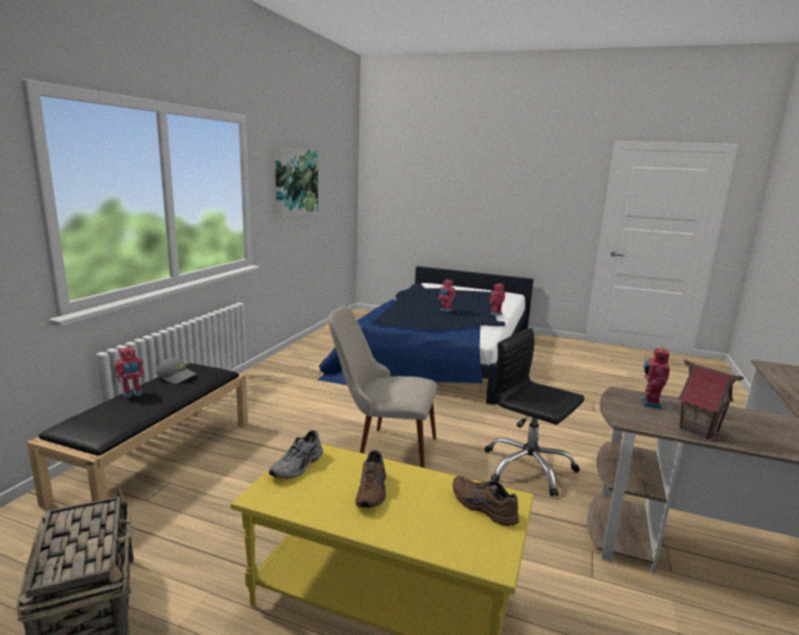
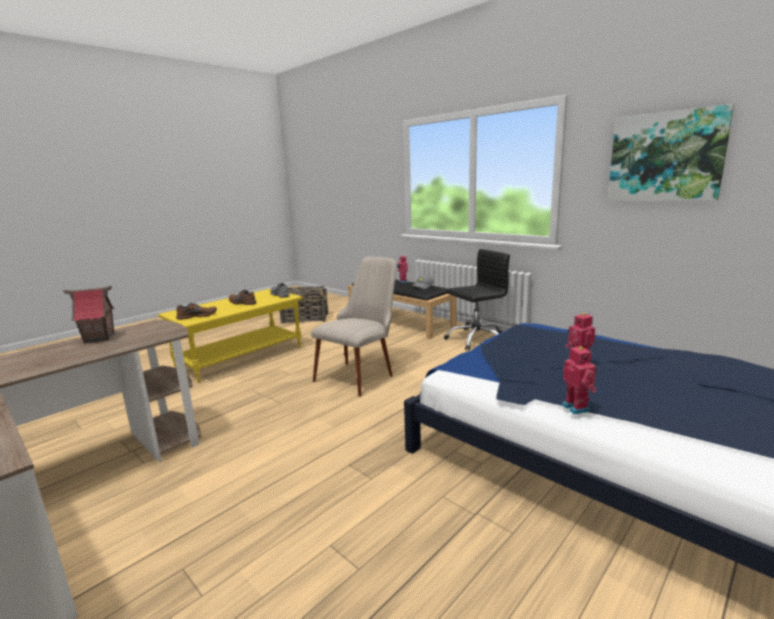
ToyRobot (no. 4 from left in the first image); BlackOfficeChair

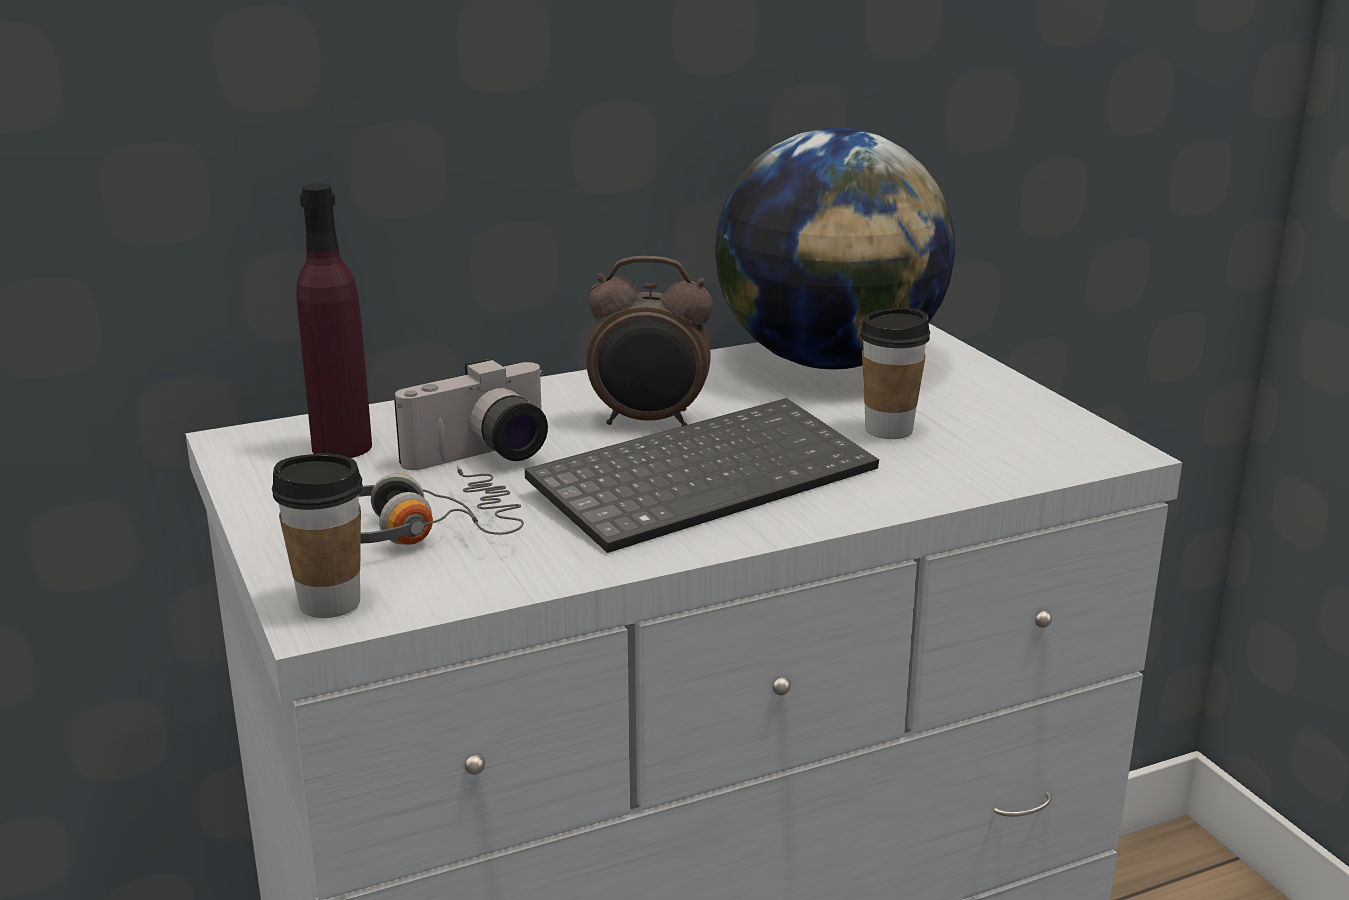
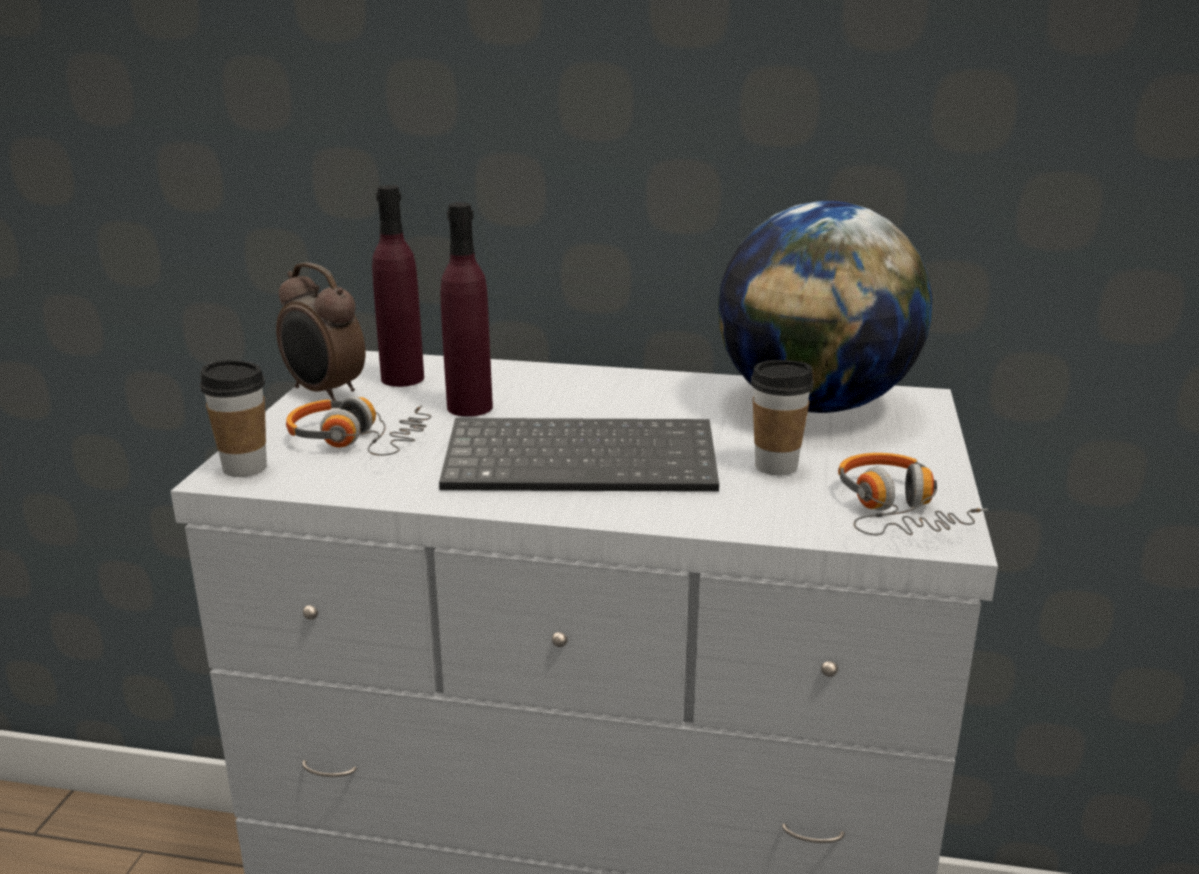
Headphones (no. 2 from left); AlarmClock; PurpleBottle (no. 2 from left)

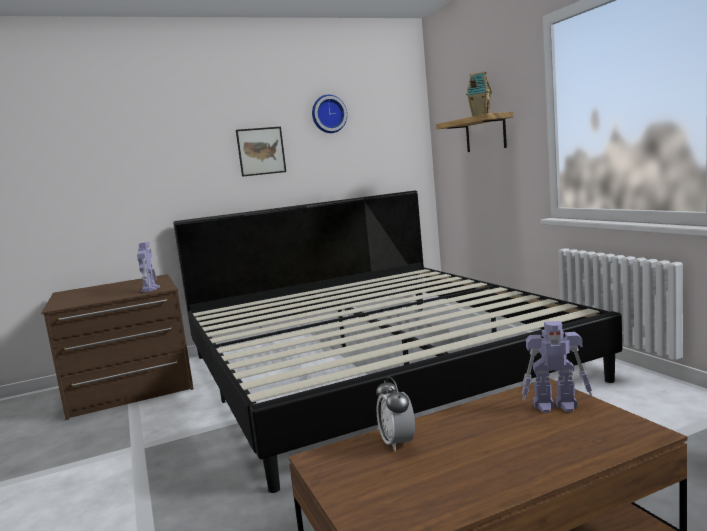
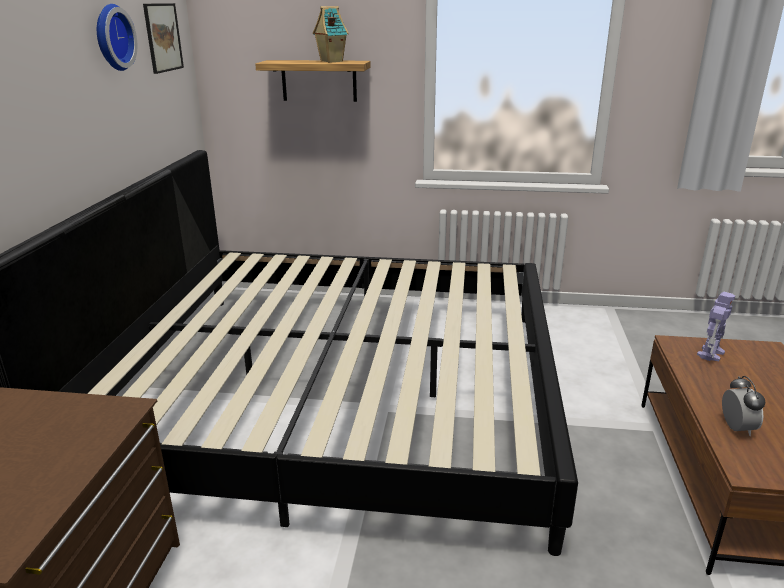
ToyRobot (no. 1 from left in the first image); Picture; AlarmClock

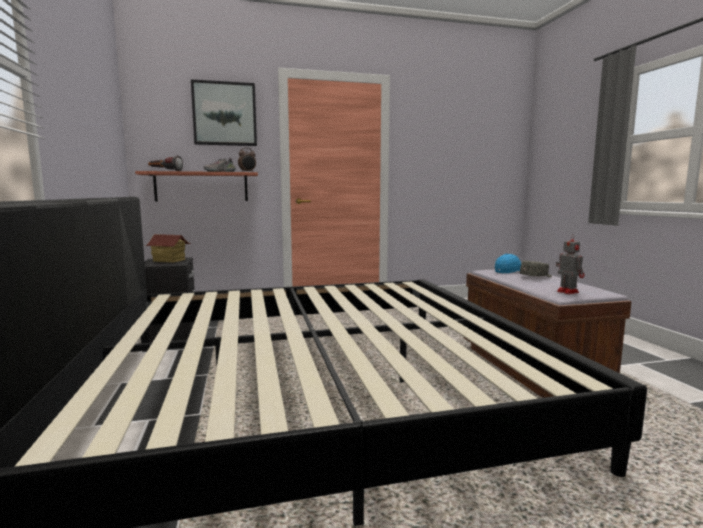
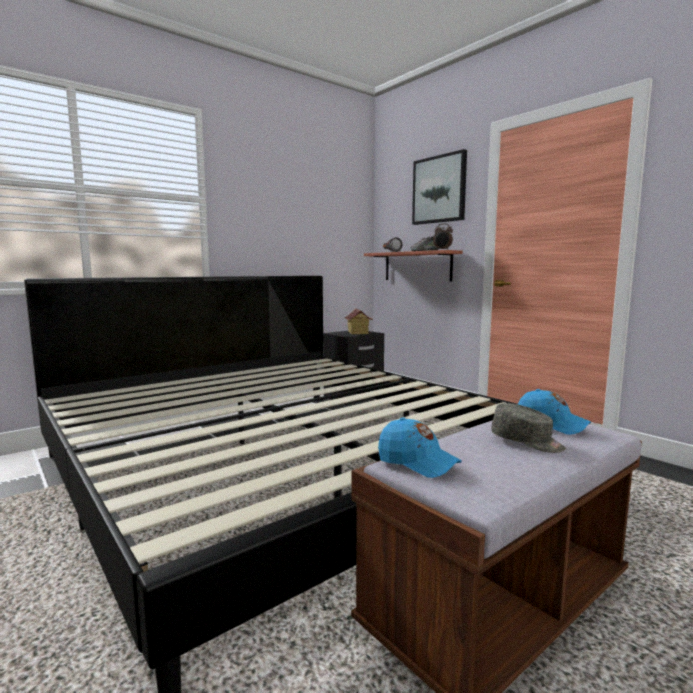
BlueCap (no. 1 from left)

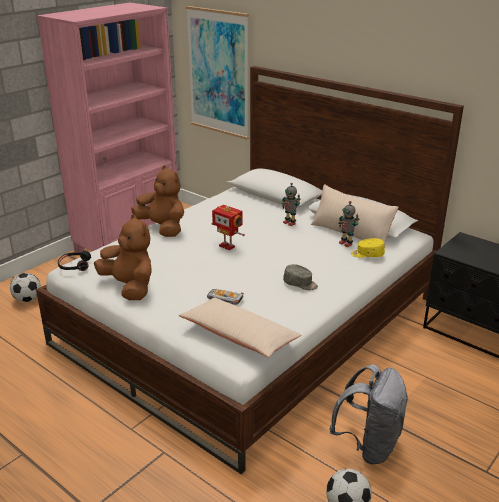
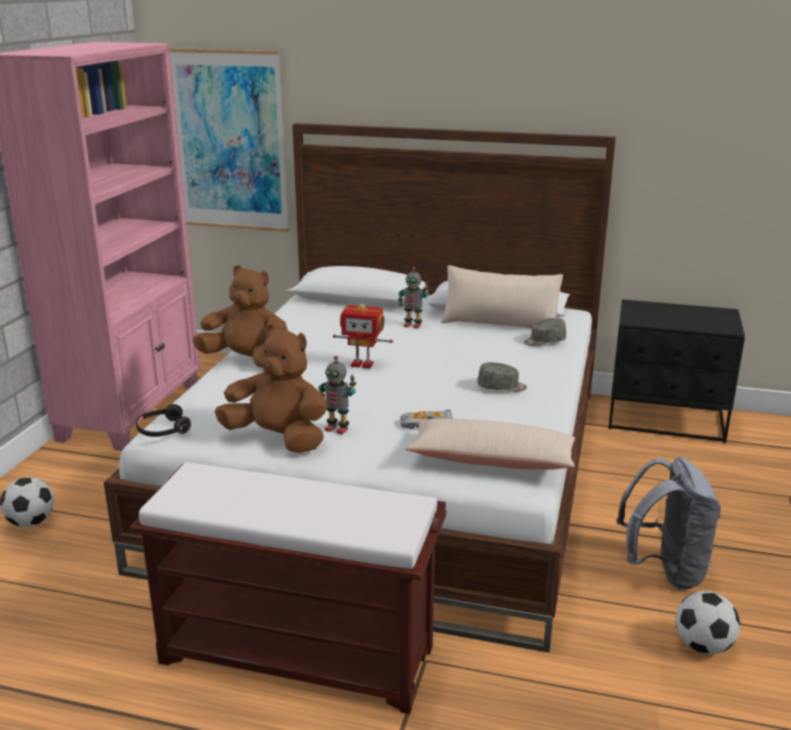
BrownBench; ToyRobot (no. 1 from left); GreyCap (no. 2 from left)

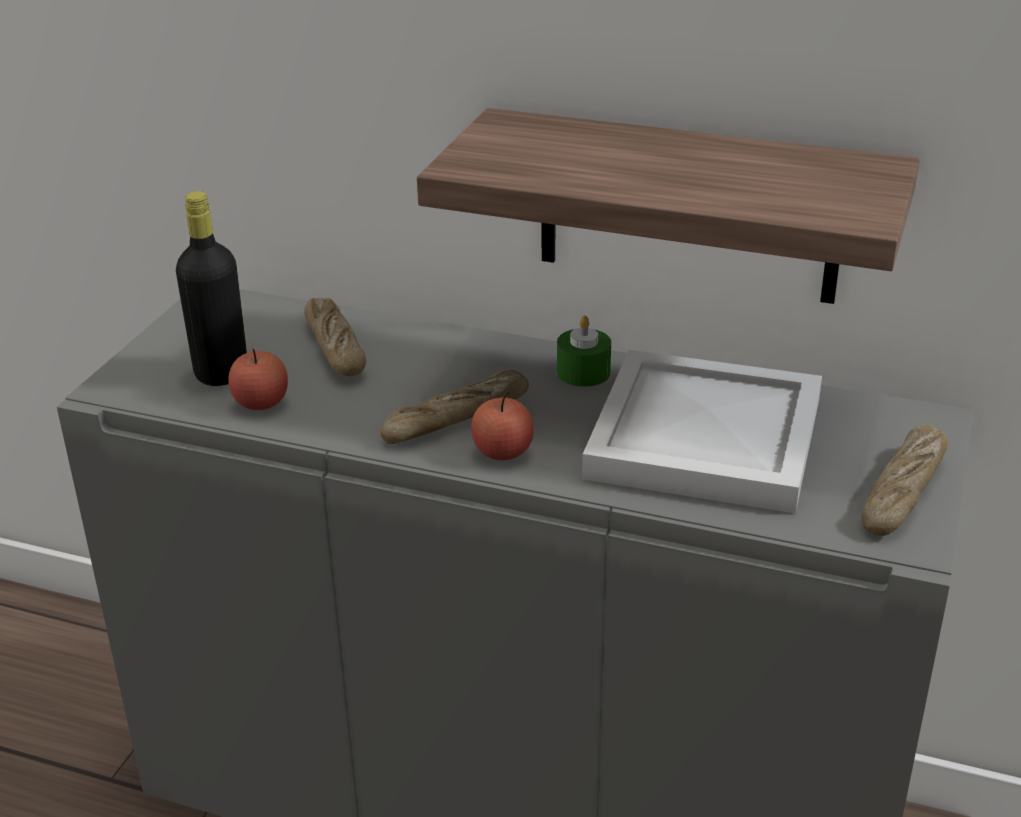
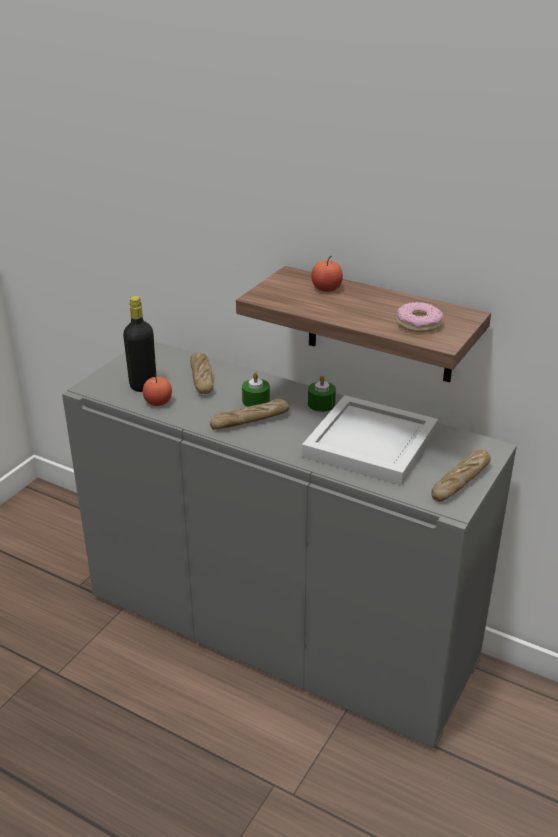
GreenCandle (no. 1 from left); Donut; Apple (no. 2 from left)

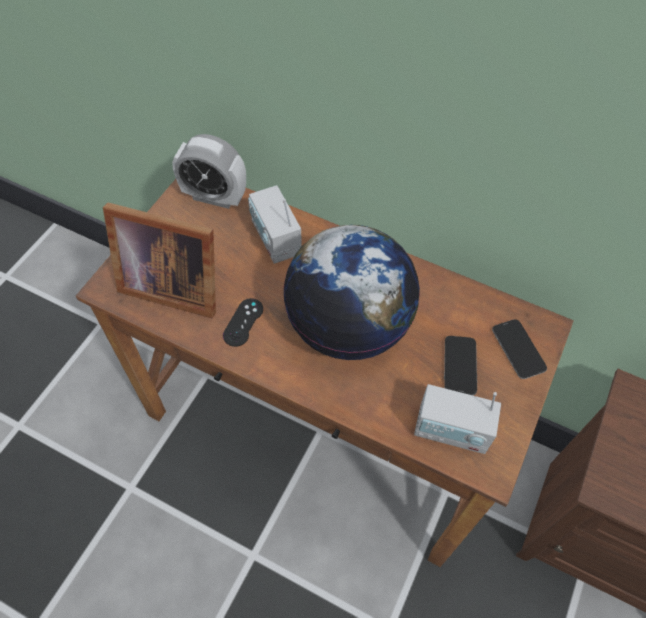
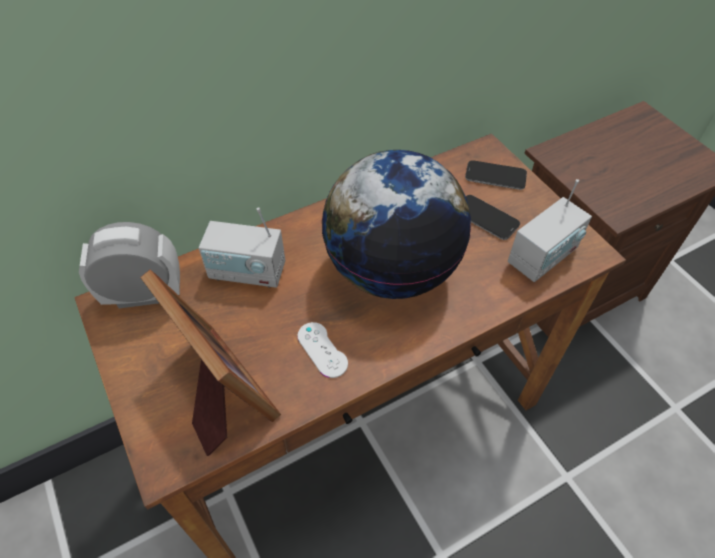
WhiteGameController; PictureFrame; AlarmClock

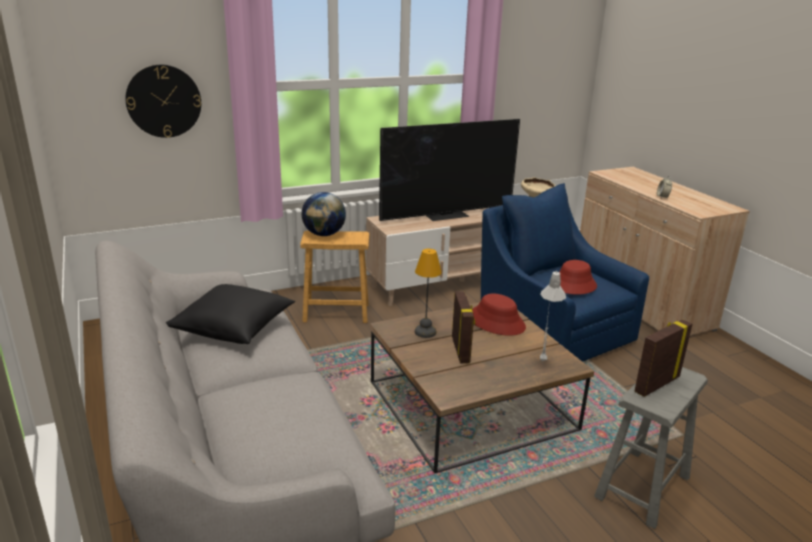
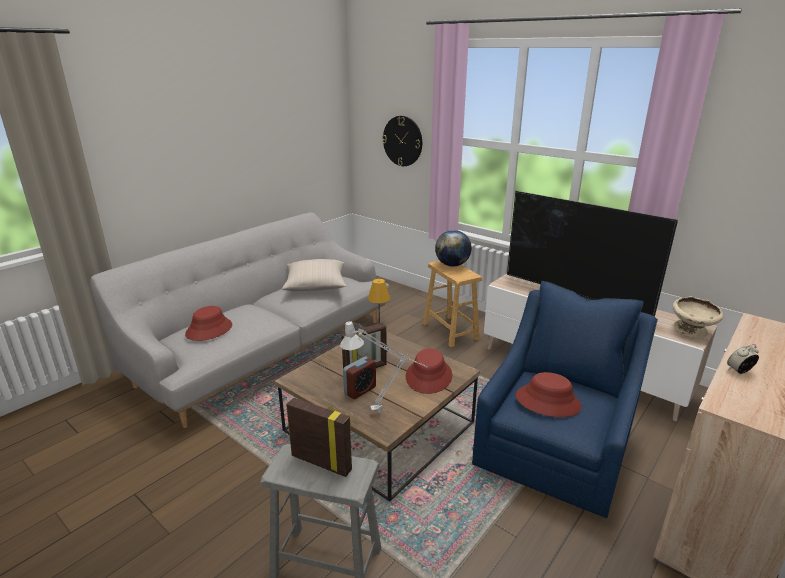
RedHat (no. 1 from left); AlarmClock (no. 1 from left); BeigePillow

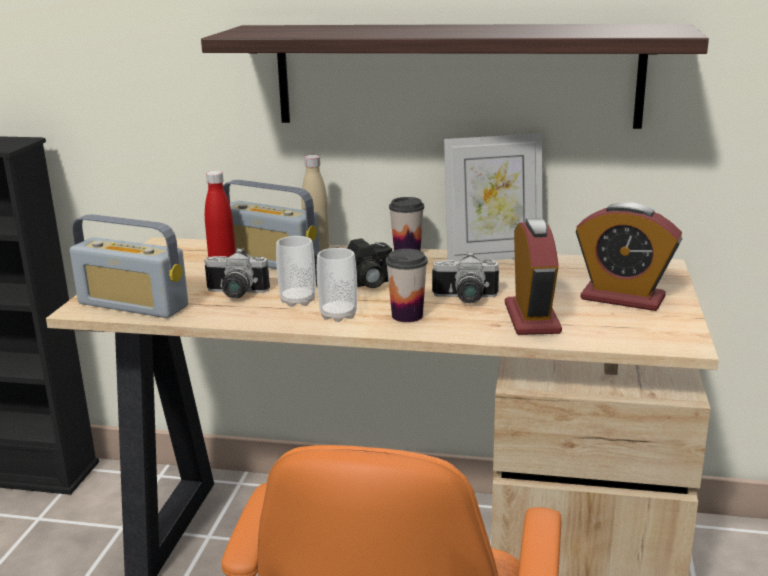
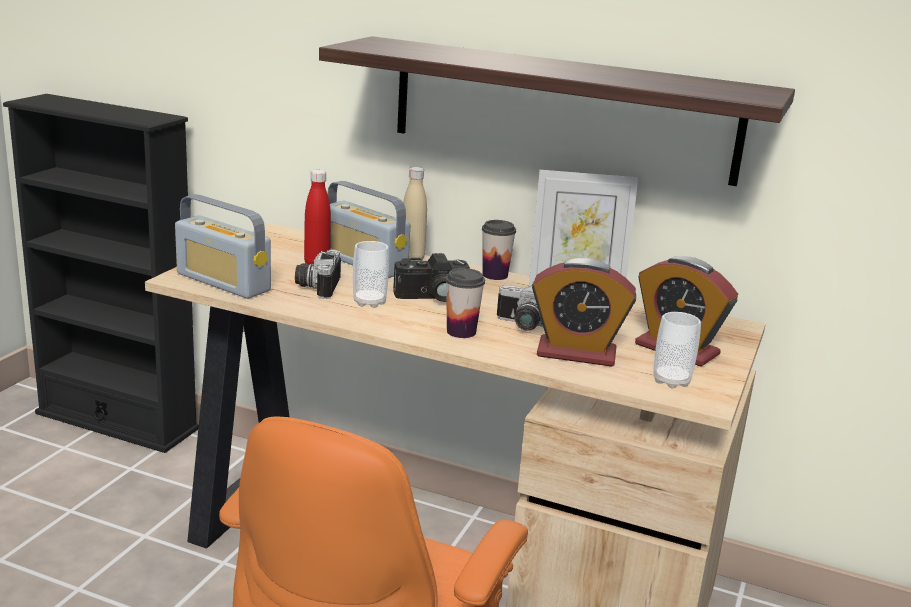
Cup (no. 4 from left); PhotoCamera (no. 1 from left); AlarmClock (no. 1 from left)

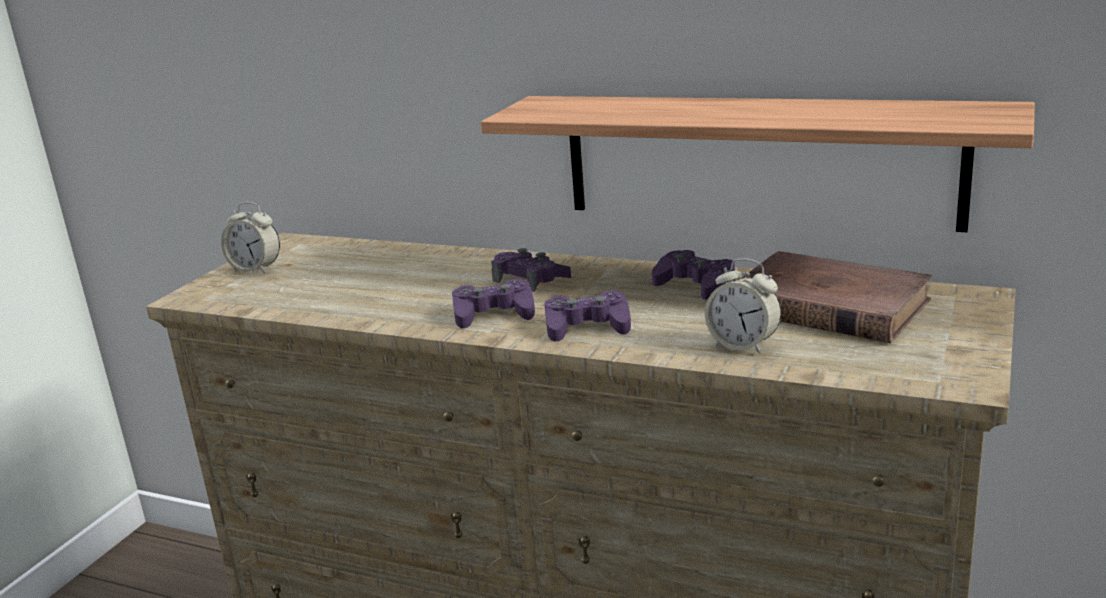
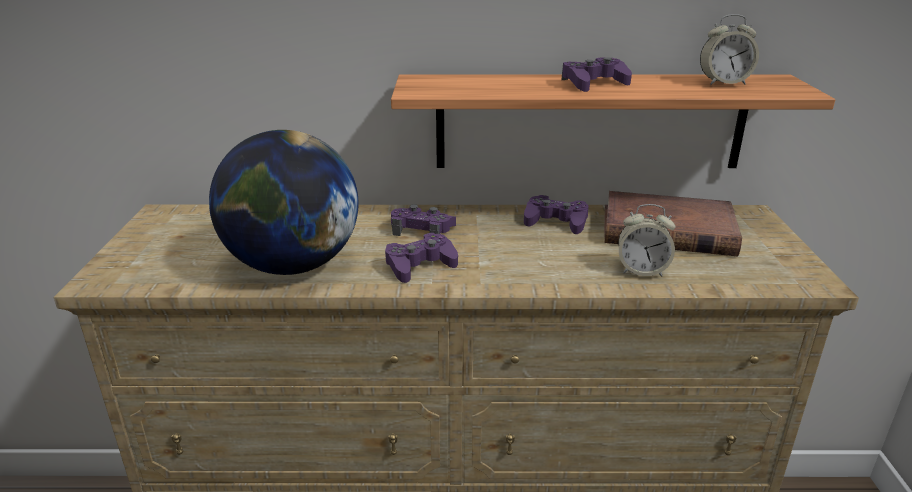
Globe; AlarmClock (no. 2 from left); PurpleGameController (no. 4 from left)

